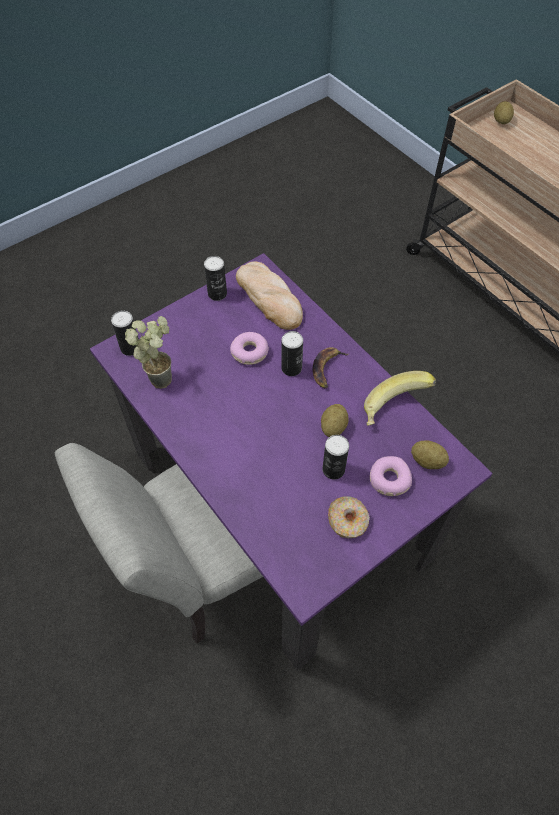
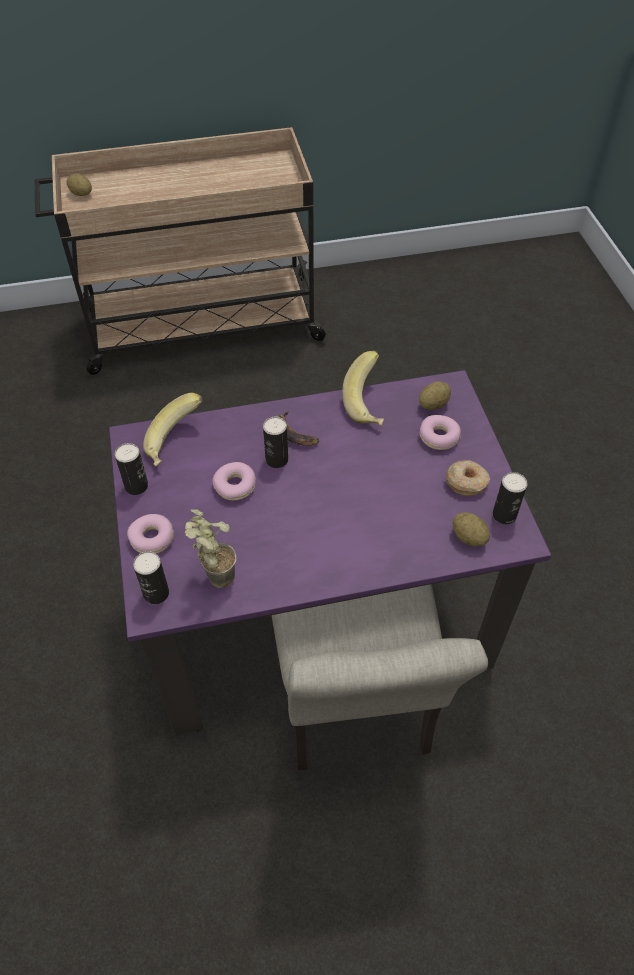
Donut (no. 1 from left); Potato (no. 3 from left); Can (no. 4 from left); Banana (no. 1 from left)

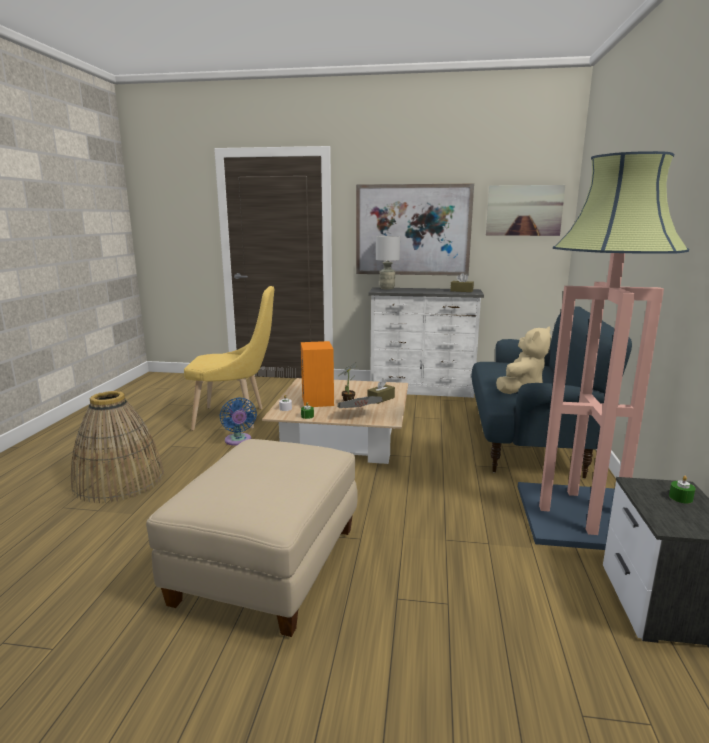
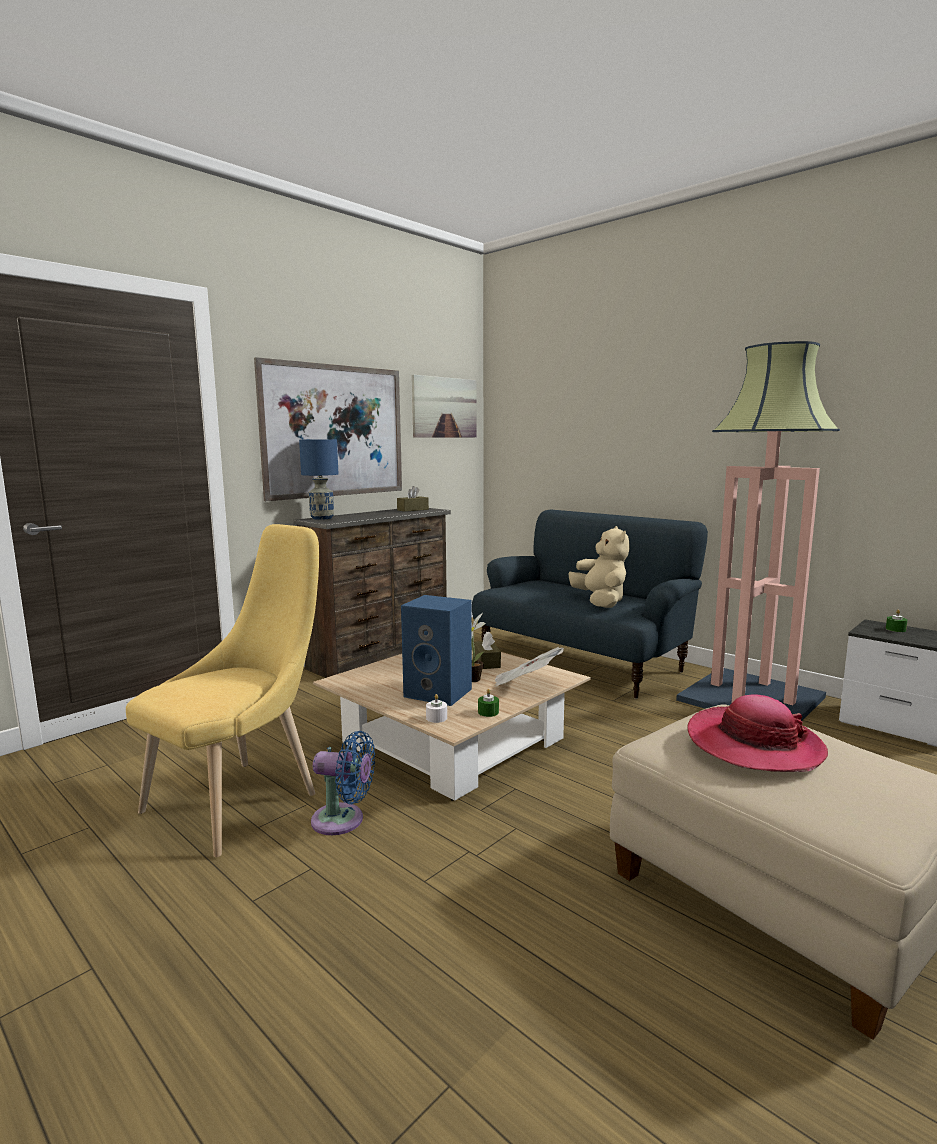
Basket; Hat; BlueSpeaker; BrownDresser; BlueTableLamp

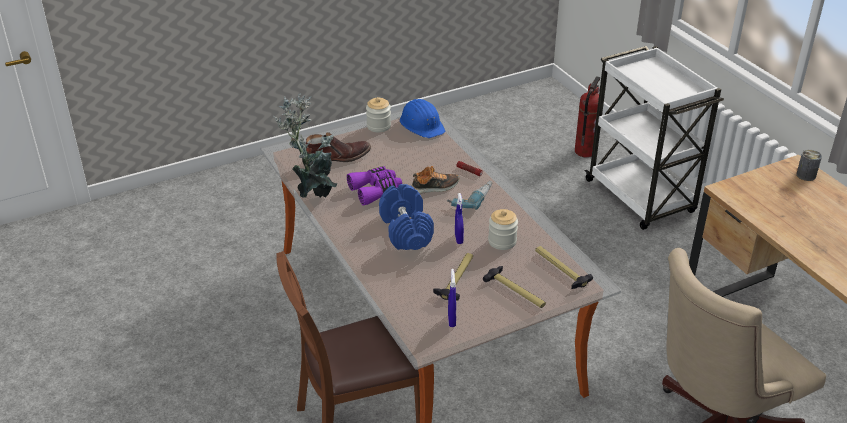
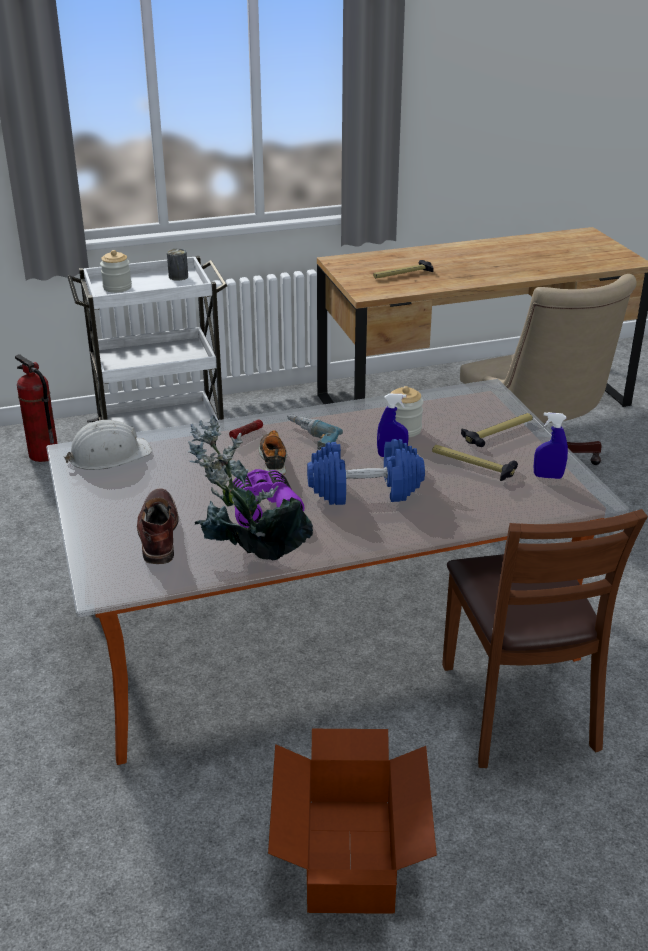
CardboardBox; Jar (no. 1 from left); Hammer (no. 1 from left); Can; WhiteHardHat

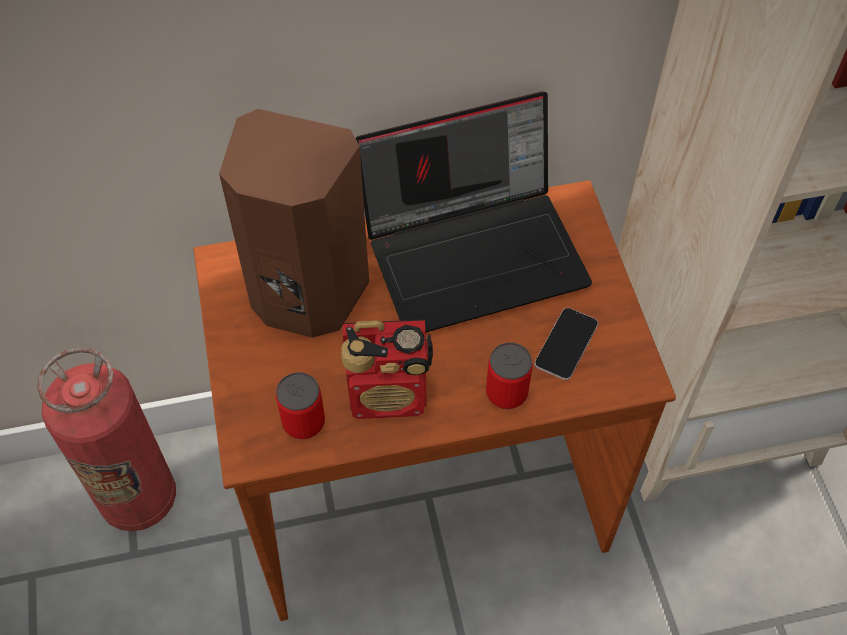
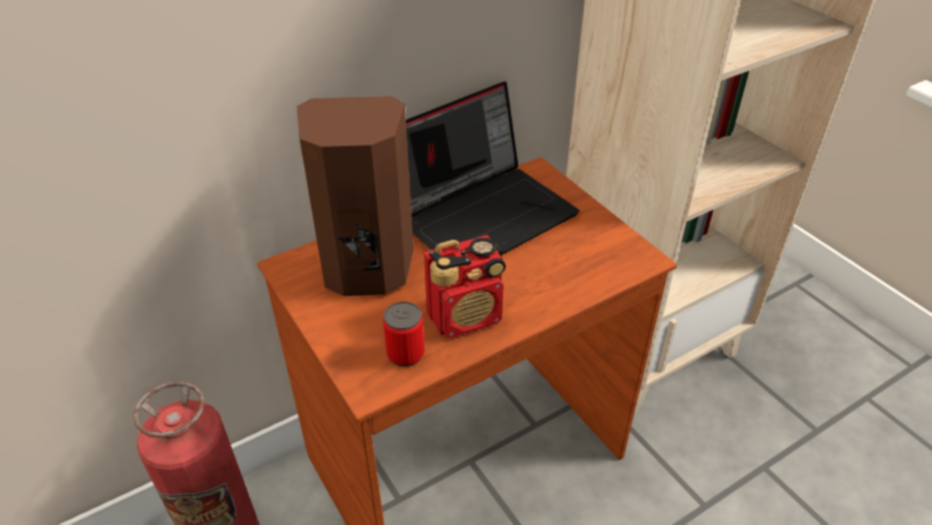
Can (no. 2 from left in the first image); Phone

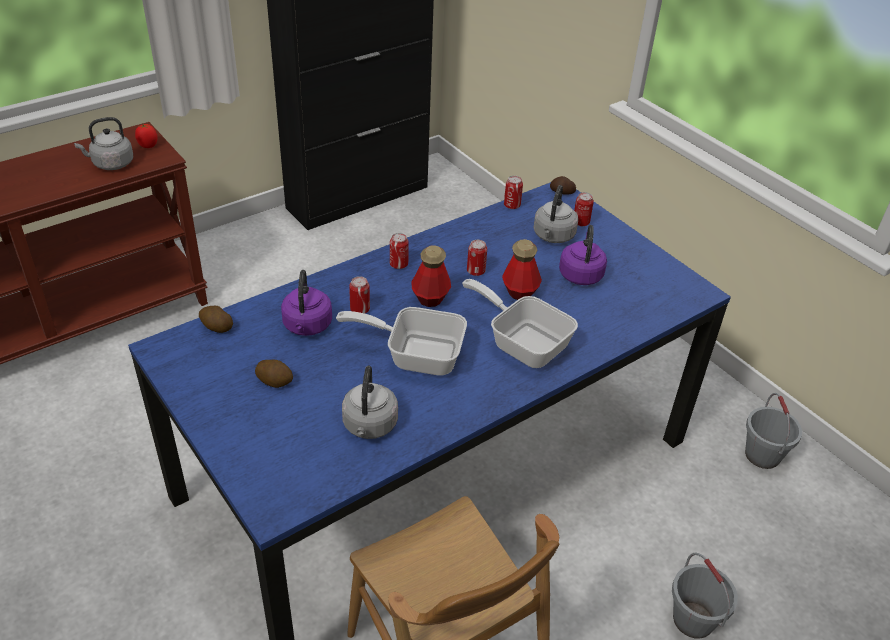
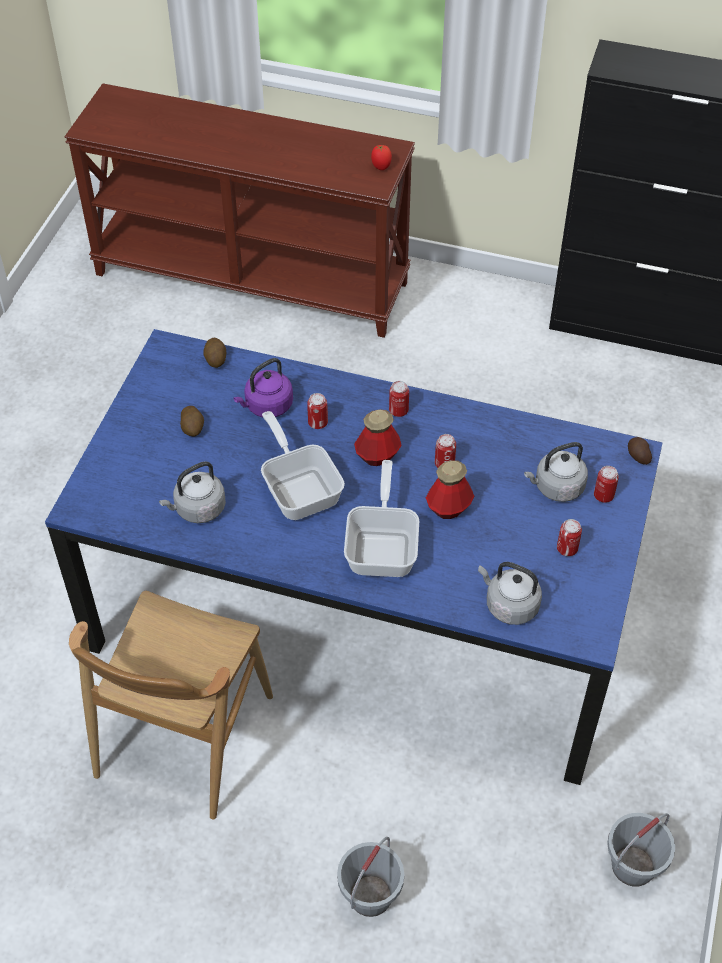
PurpleKettle (no. 2 from left in the first image); GreyKettle (no. 2 from left); Can (no. 4 from left)

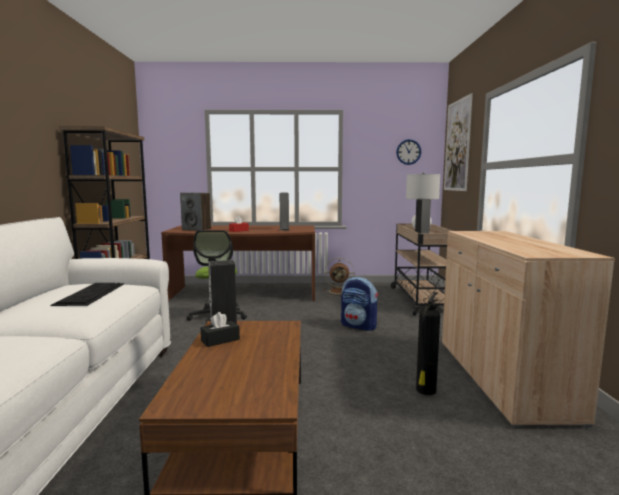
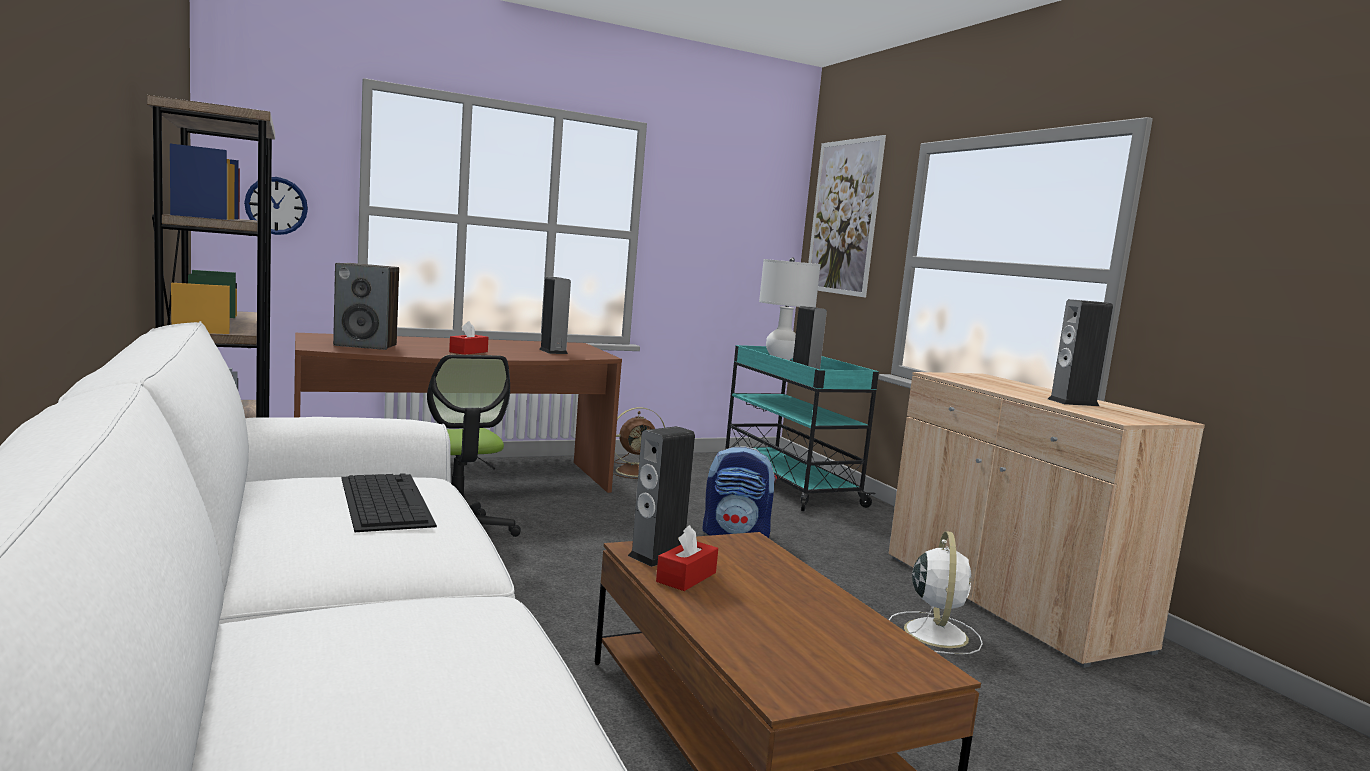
Speaker (no. 5 from left); WallClock; WhiteFan; RedTissueBox (no. 2 from left); TurquoiseCart

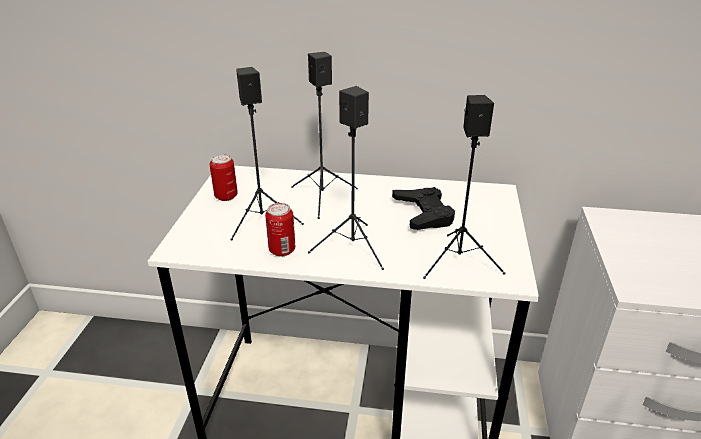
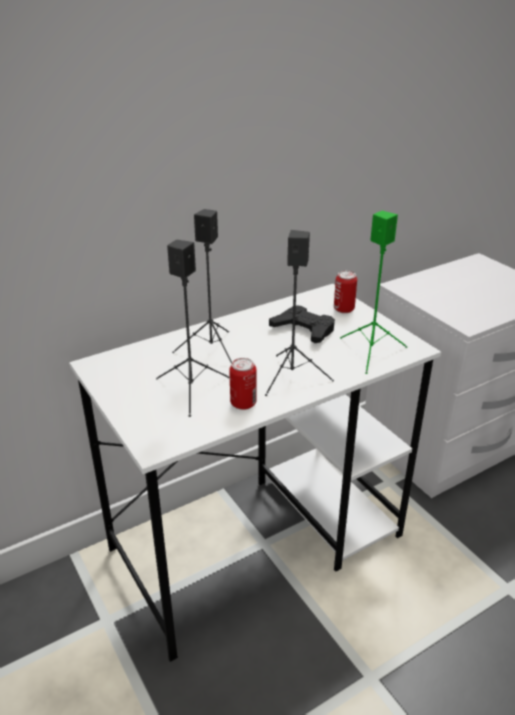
Can (no. 2 from left); GreenSpeaker

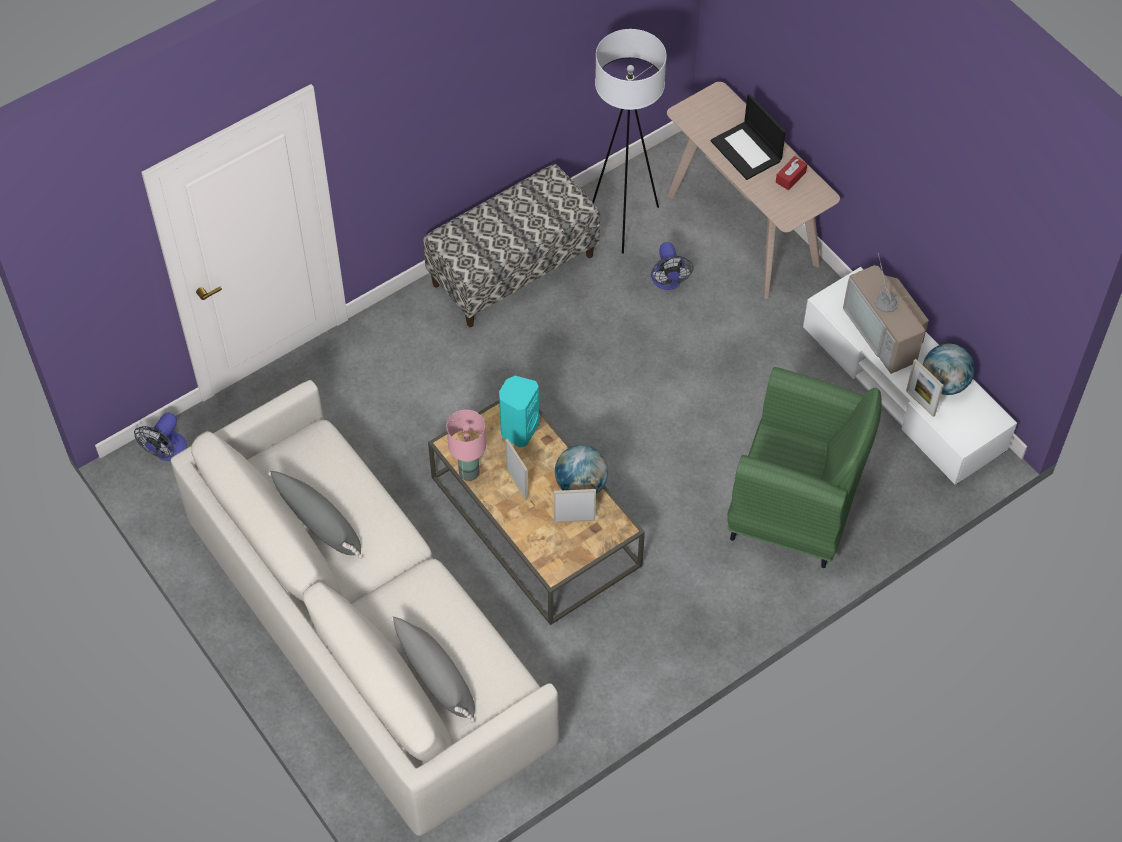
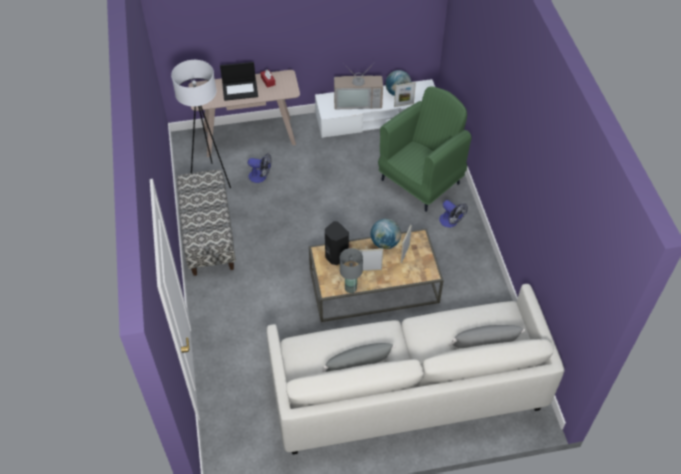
Fan (no. 2 from left); GreyTableLamp; BlackSpeaker

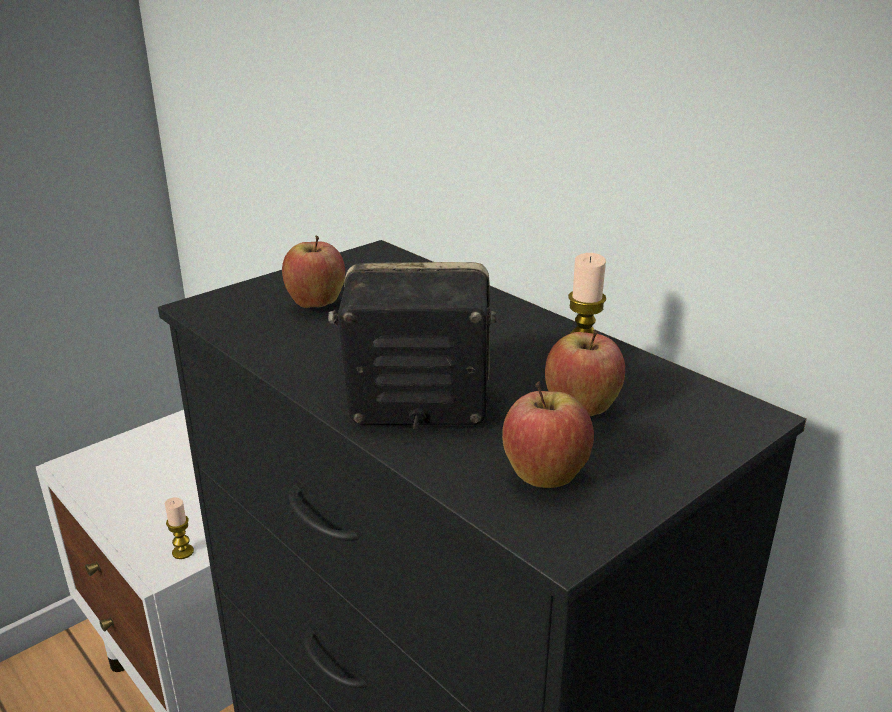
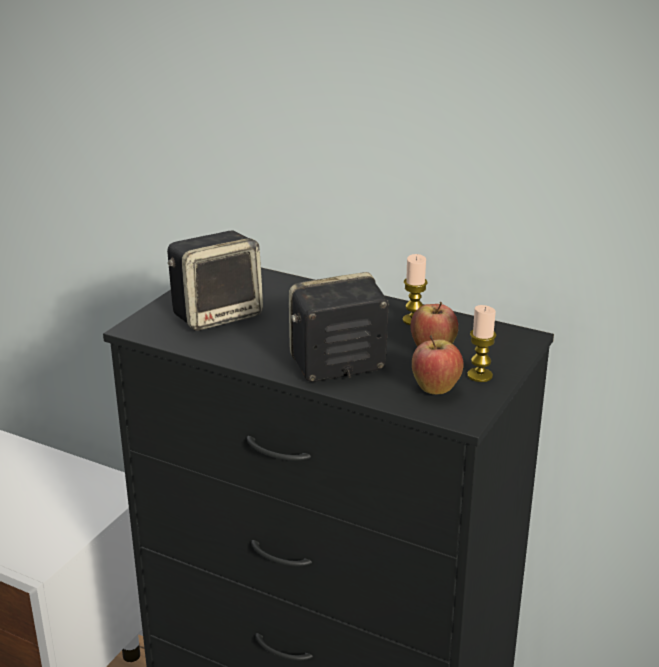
Candle (no. 2 from left); Speaker (no. 1 from left)

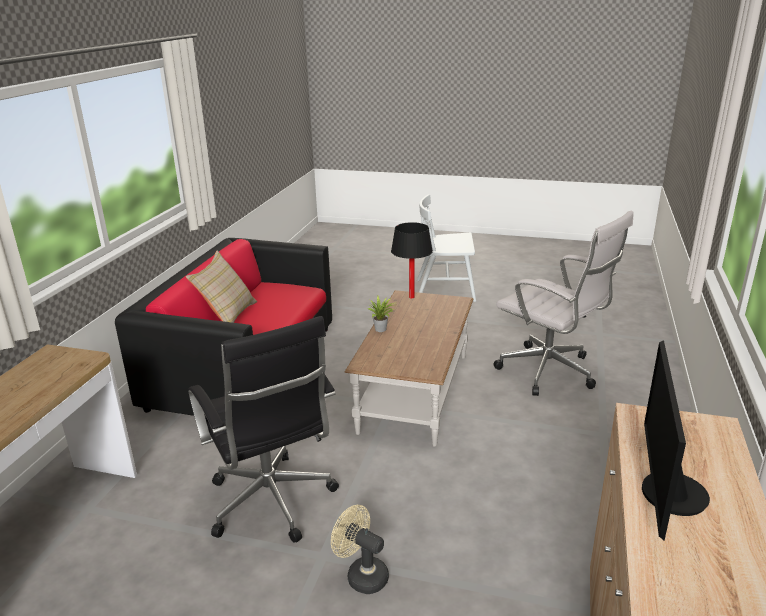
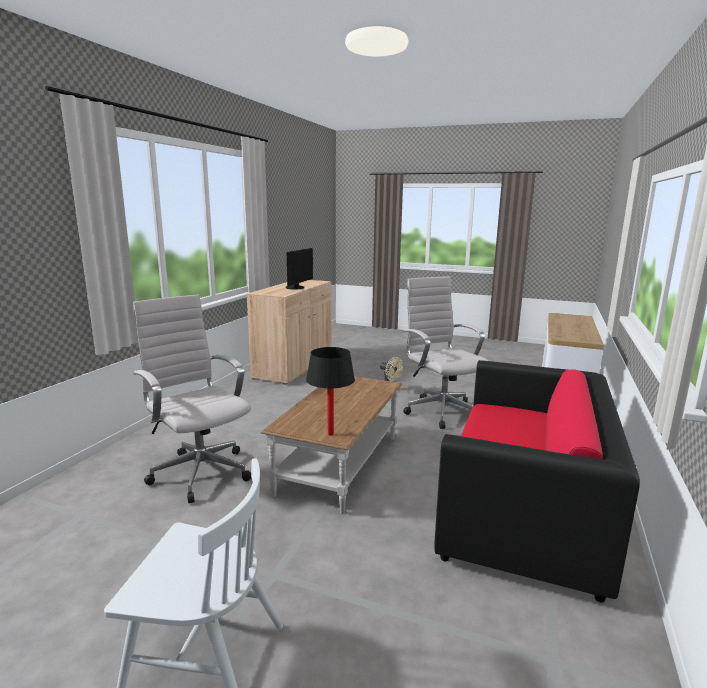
BeigePillow; PottedPlant; WhiteOfficeChair (no. 2 from left)

